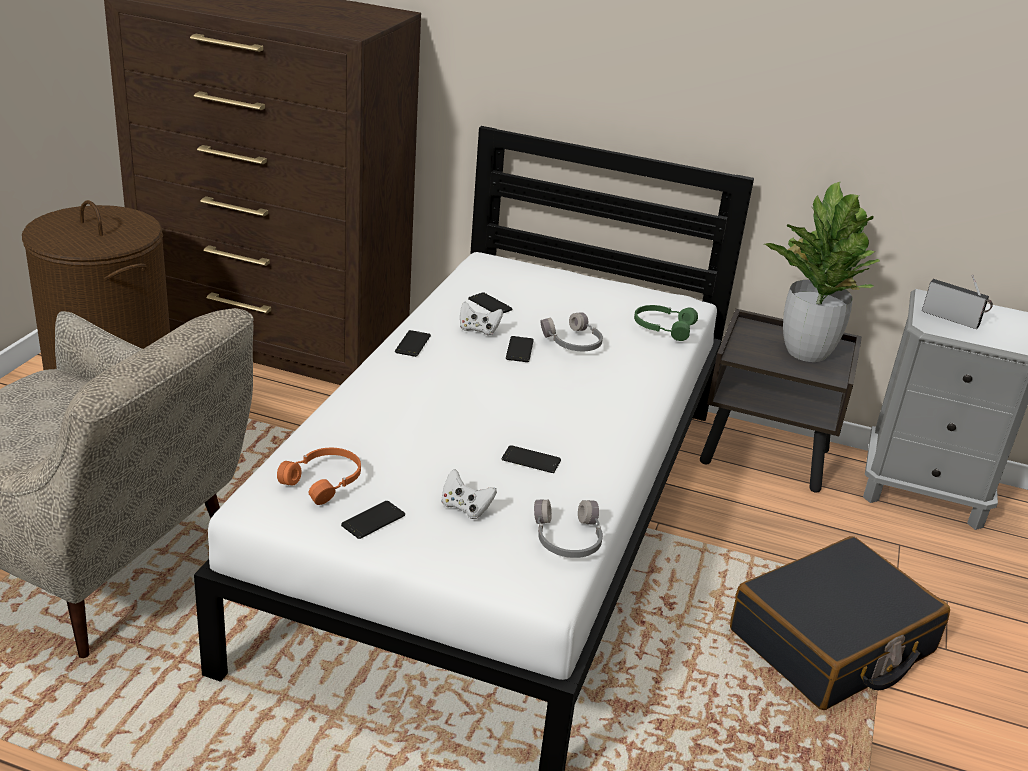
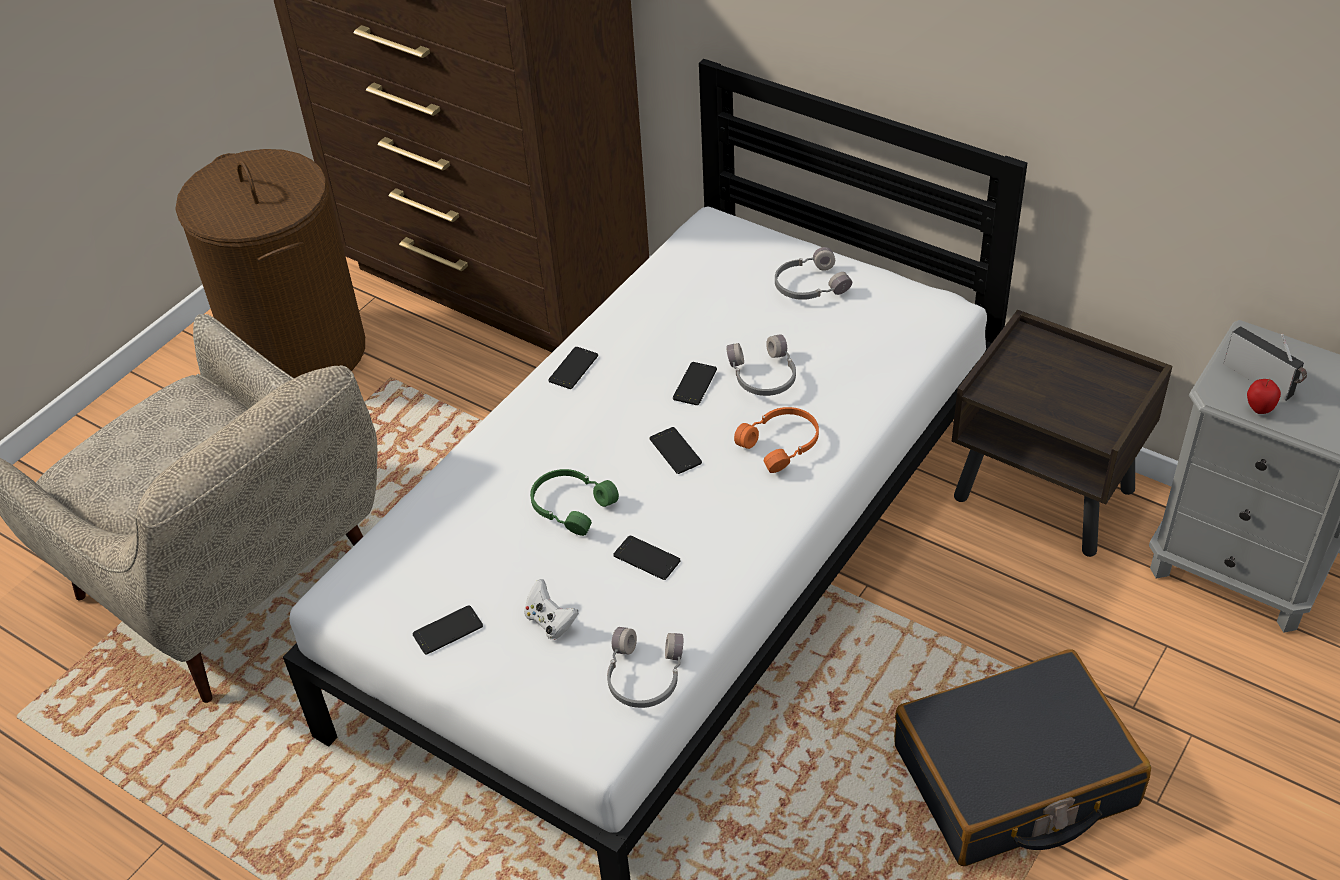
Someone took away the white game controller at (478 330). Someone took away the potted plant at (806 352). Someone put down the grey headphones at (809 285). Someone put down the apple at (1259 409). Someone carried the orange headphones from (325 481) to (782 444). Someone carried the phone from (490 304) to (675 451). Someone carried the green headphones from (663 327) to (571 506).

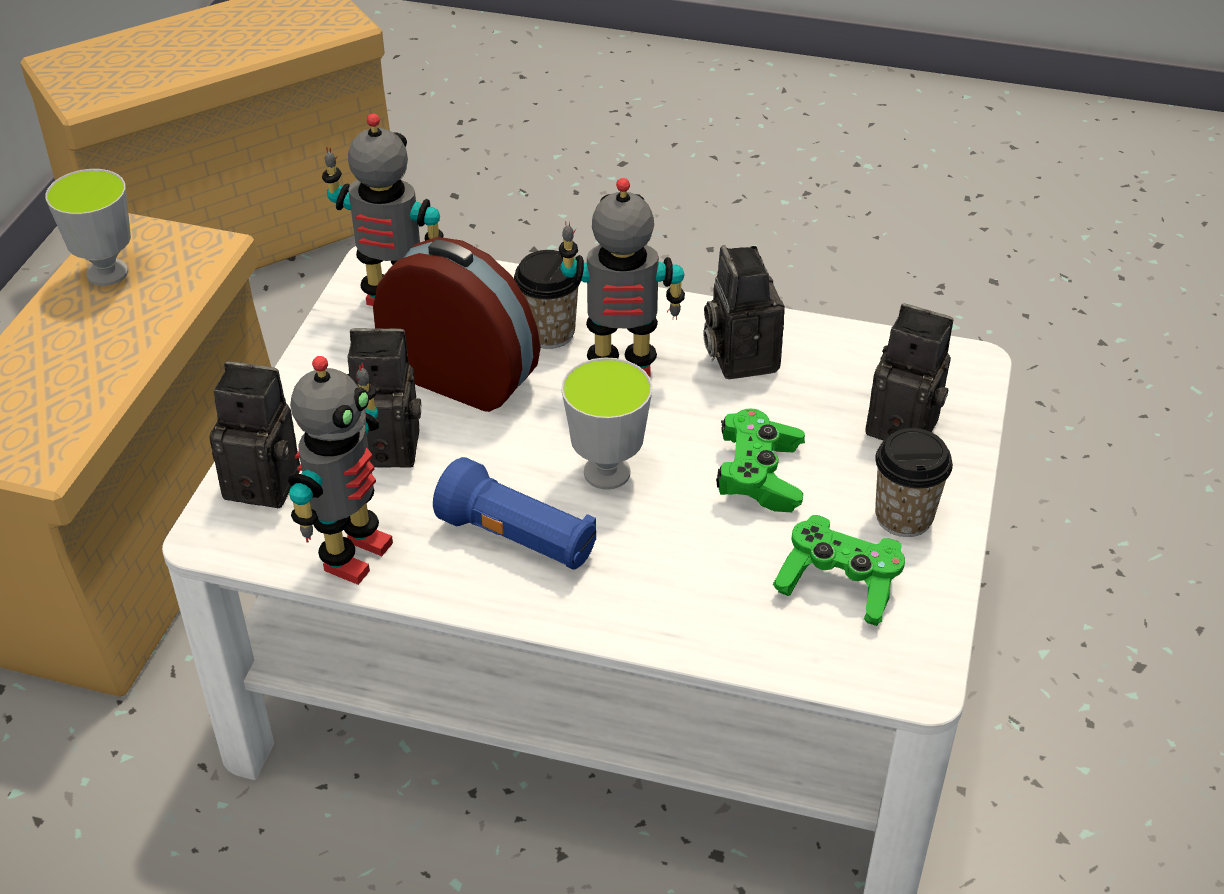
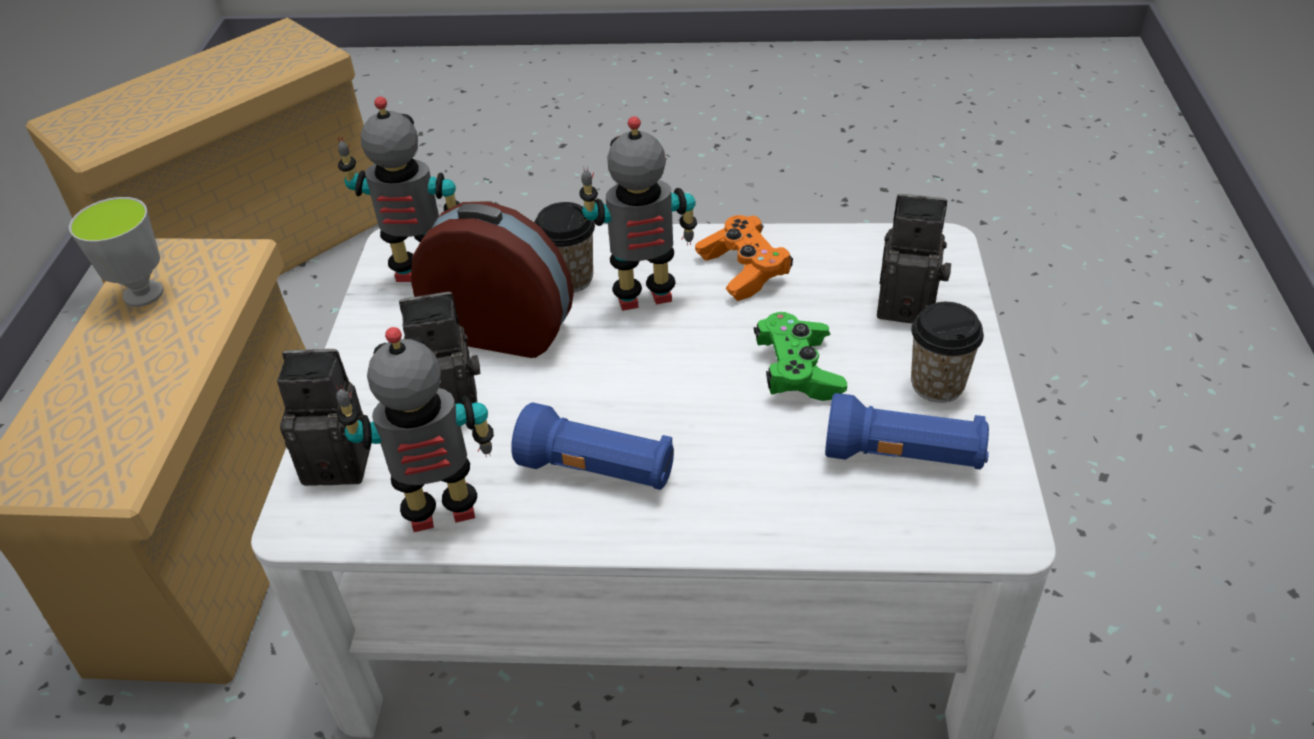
Someone took away the cup at (607 473). Someone swapped the photo camera at (738 356) for the orange game controller at (743 270). Someone swapped the green game controller at (839 585) for the blue flashlight at (903 457). Someone rotated the toy robot at (353 554) by 120 degrees counterclockwise.

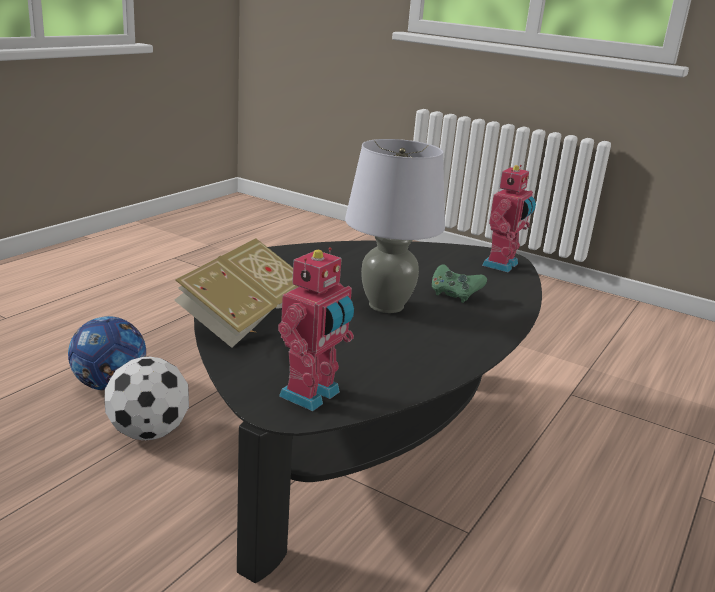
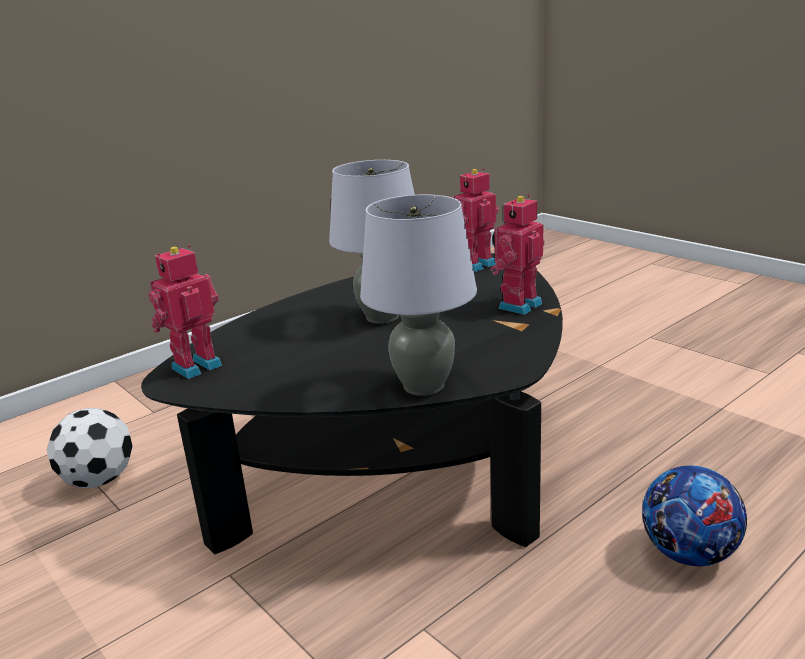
Someone took away the green game controller at (454 295). Someone put down the grey table lamp at (424 386). Someone carried the football from (149 432) to (98 479). Someone swapped the book at (243 319) for the toy robot at (517 305).

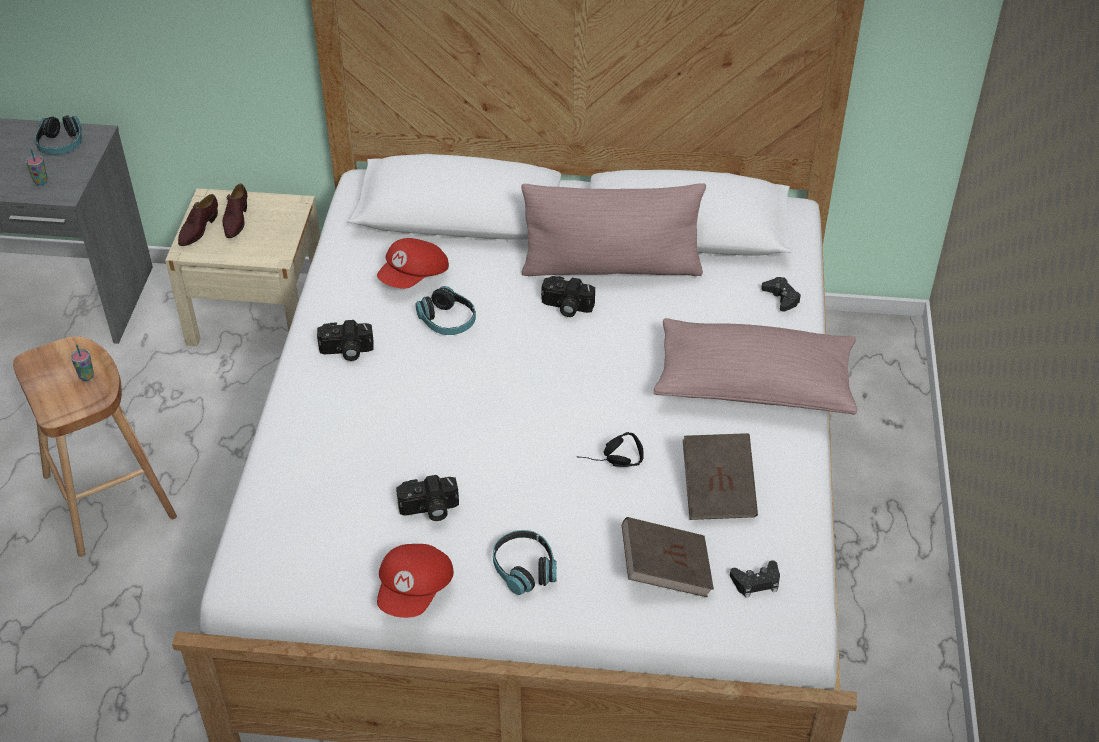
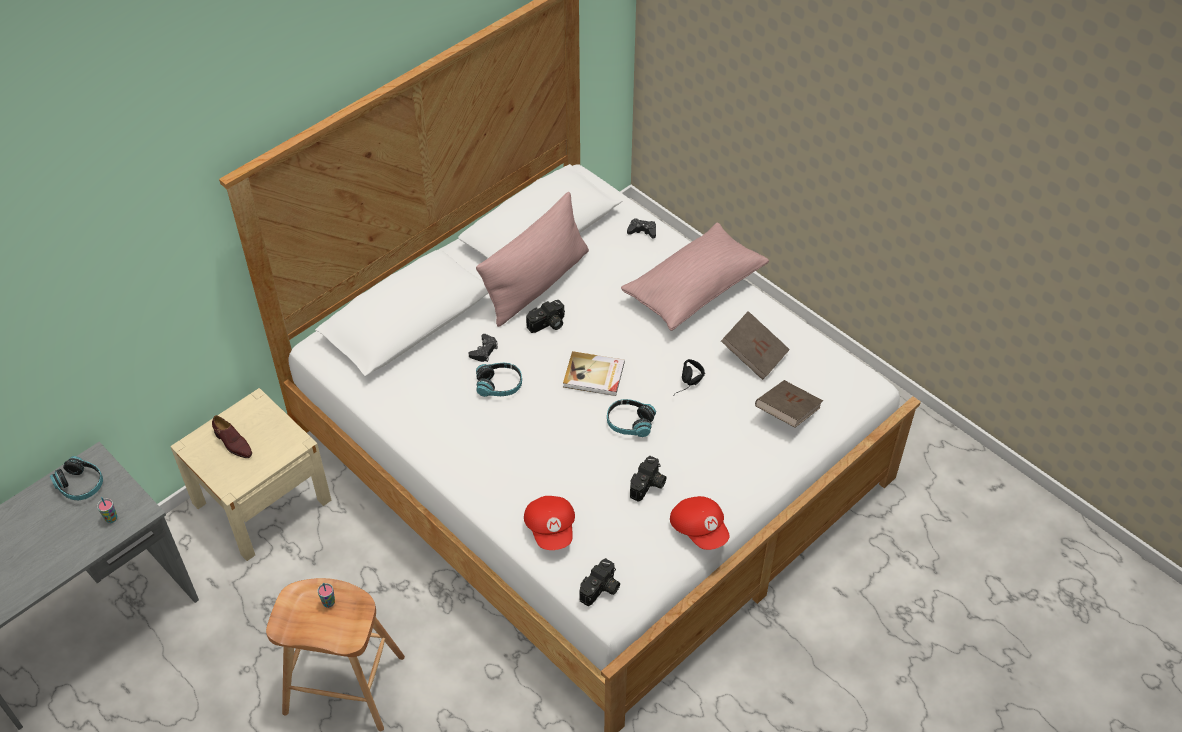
Someone took away the brown shoe at (198 229). Someone put down the book at (594 376). Someone carried the photo camera from (346 351) to (601 590). Someone carried the red cap from (414 277) to (551 529). Someone carried the headphones from (524 568) to (630 423). Someone carried the black game controller from (756 582) to (484 351).

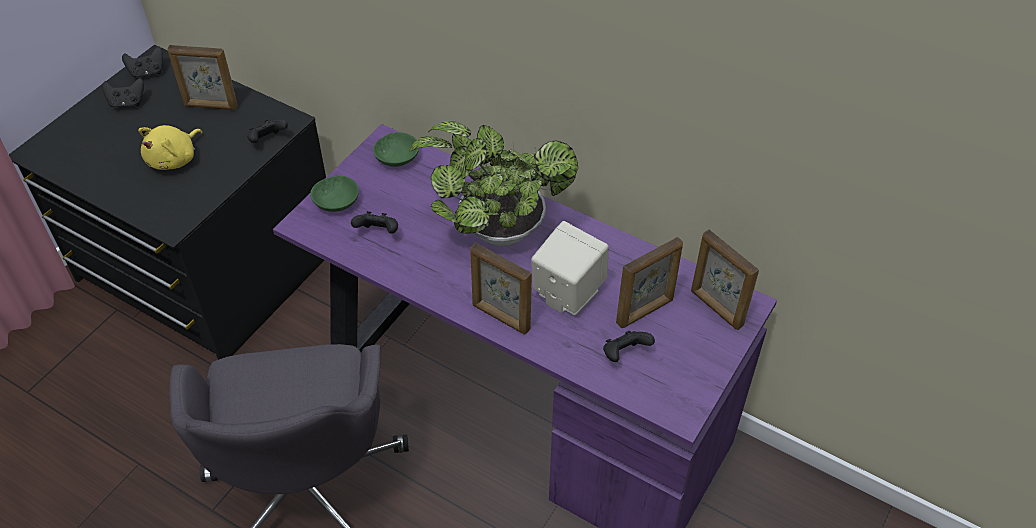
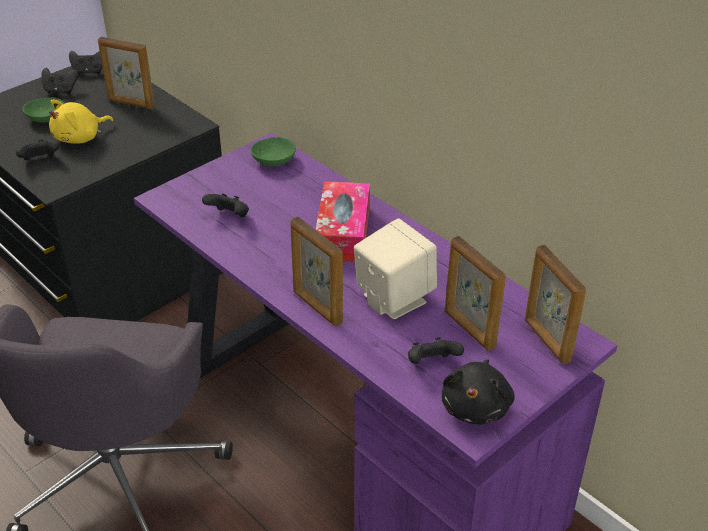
Someone put down the black plush toy at (476 406). Someone carried the black game controller from (268 140) to (40 161). Someone carried the green bowl from (336 203) to (45 118). Someone swapped the potted plant at (495 229) for the tissue box at (343 232). Someone rotated the picture frame at (645 311) by 75 degrees clockwise.

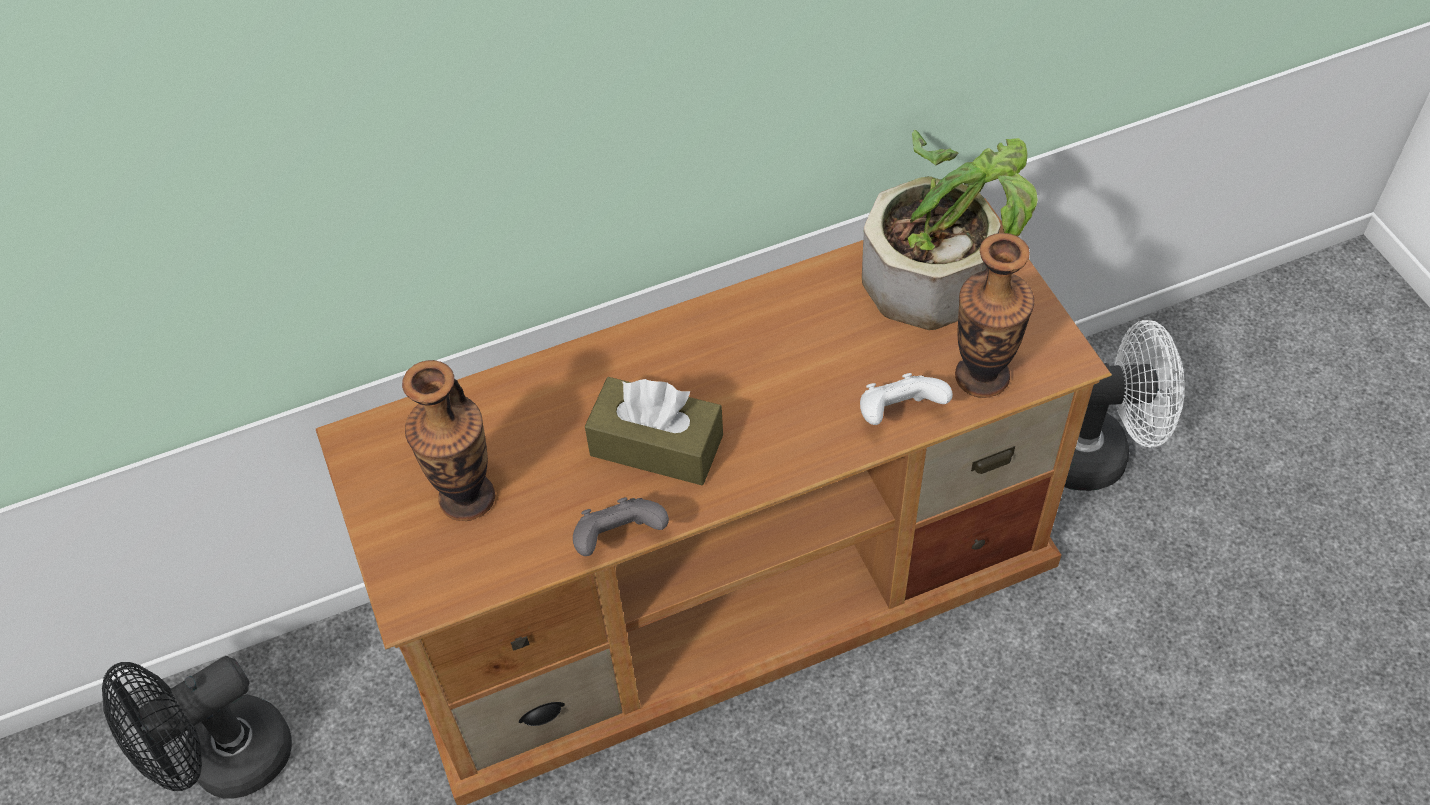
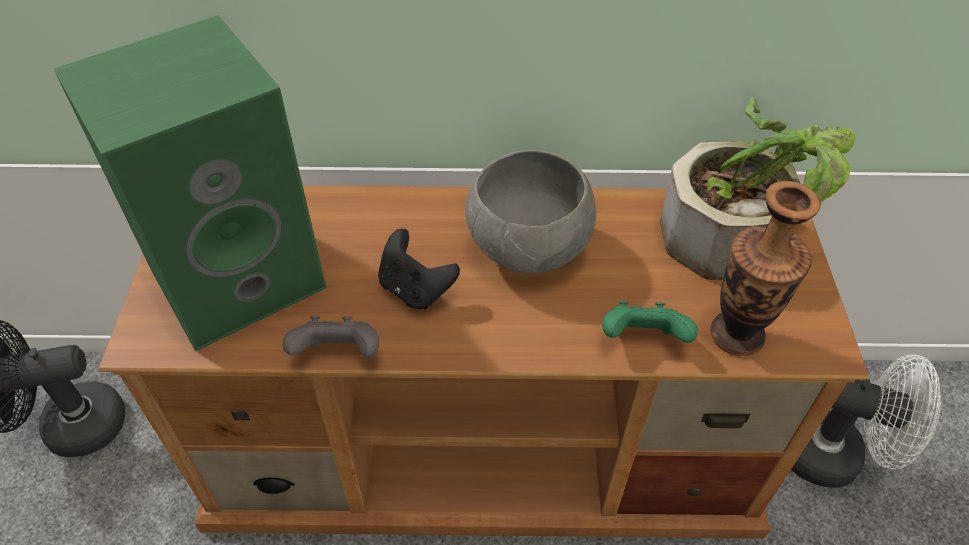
Someone put down the grey bowl at (529 249). Someone swapped the vase at (467 498) for the green speaker at (240 274). Someone swapped the brown tissue box at (656 445) for the black game controller at (415 289). Someone repainted the white game controller at (898 414), which became the green game controller at (642 339).

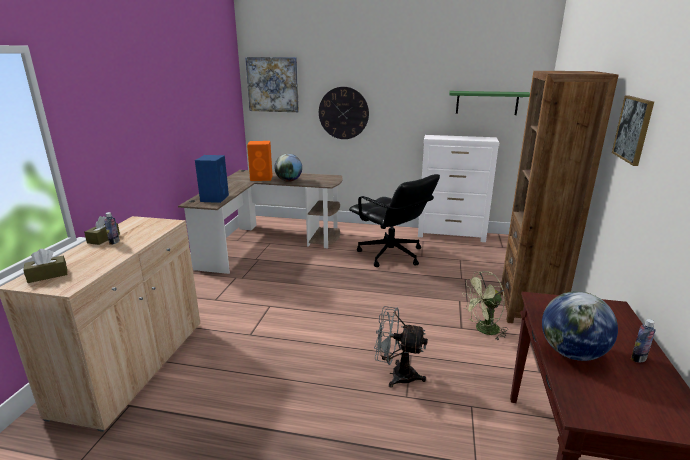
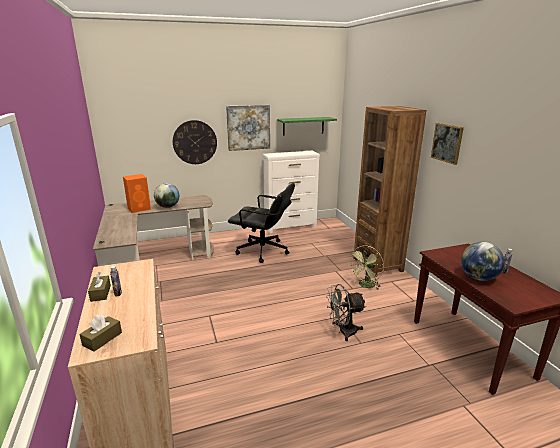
Someone took away the blue speaker at (215 198). Someone carried the picture from (273 84) to (248 127).

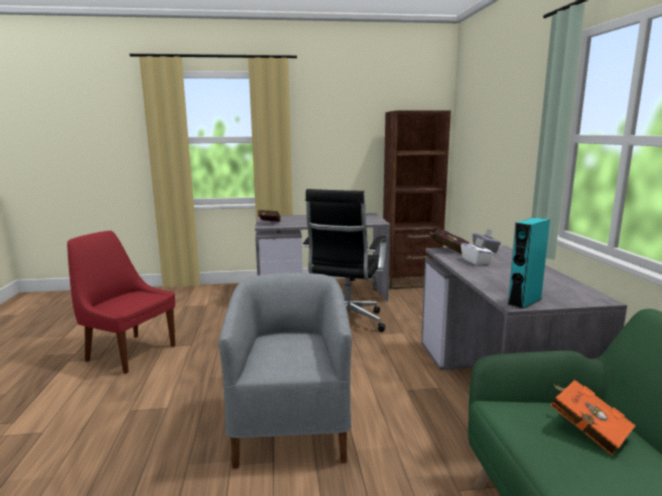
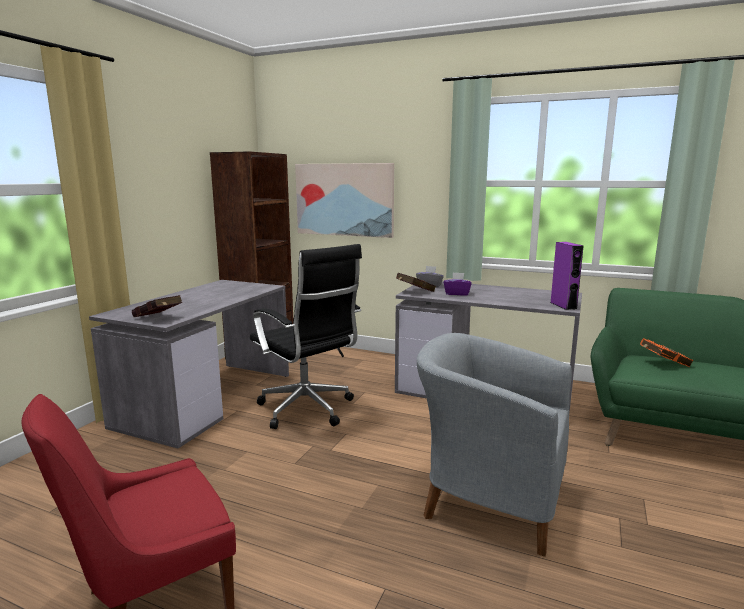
Someone put up the picture at (344 199). Someone repainted the white tissue box at (476 261), which became the purple tissue box at (457 293). Someone repainted the turquoise speaker at (524 302), which became the purple speaker at (563 305).

